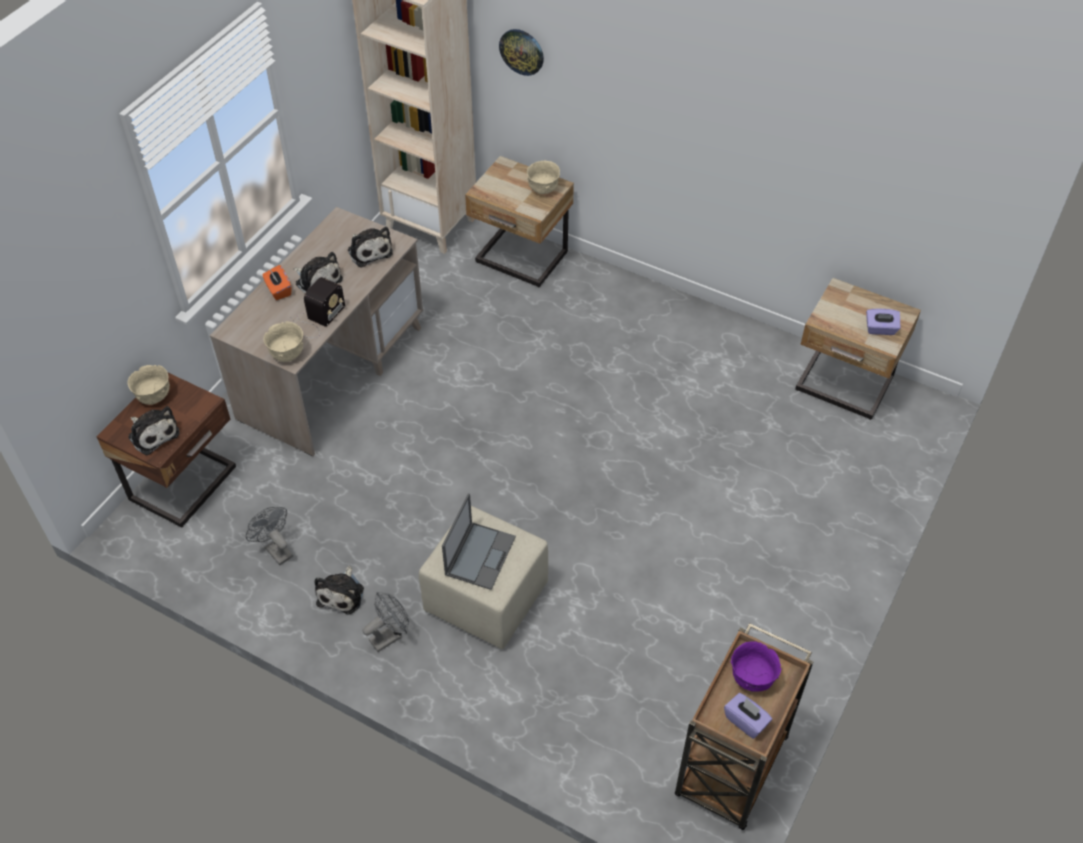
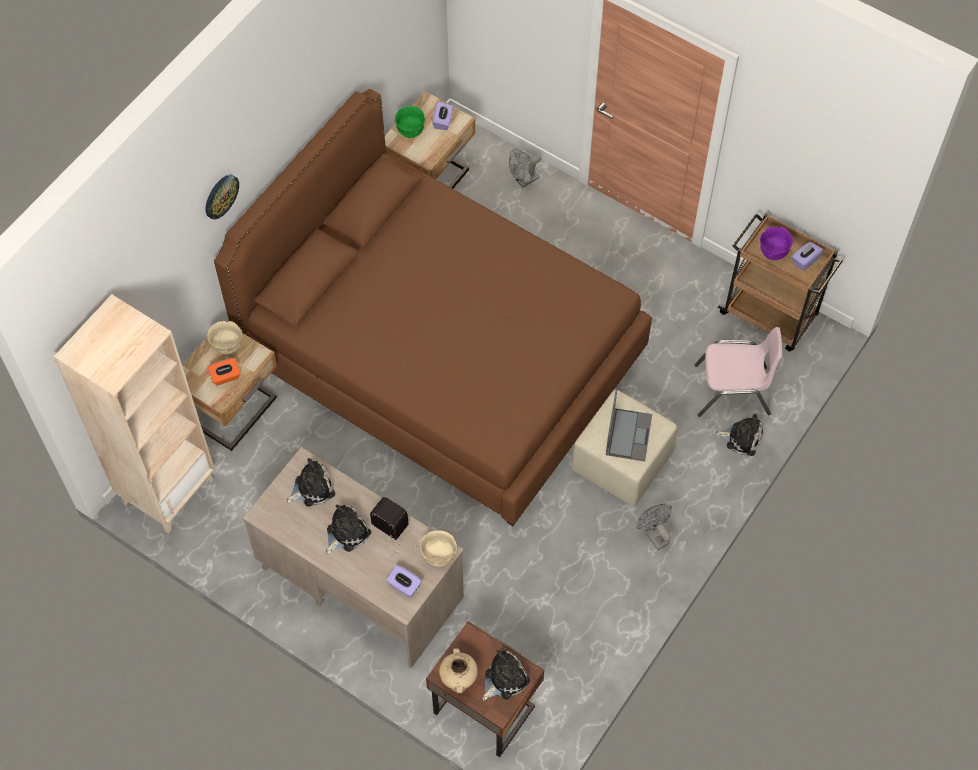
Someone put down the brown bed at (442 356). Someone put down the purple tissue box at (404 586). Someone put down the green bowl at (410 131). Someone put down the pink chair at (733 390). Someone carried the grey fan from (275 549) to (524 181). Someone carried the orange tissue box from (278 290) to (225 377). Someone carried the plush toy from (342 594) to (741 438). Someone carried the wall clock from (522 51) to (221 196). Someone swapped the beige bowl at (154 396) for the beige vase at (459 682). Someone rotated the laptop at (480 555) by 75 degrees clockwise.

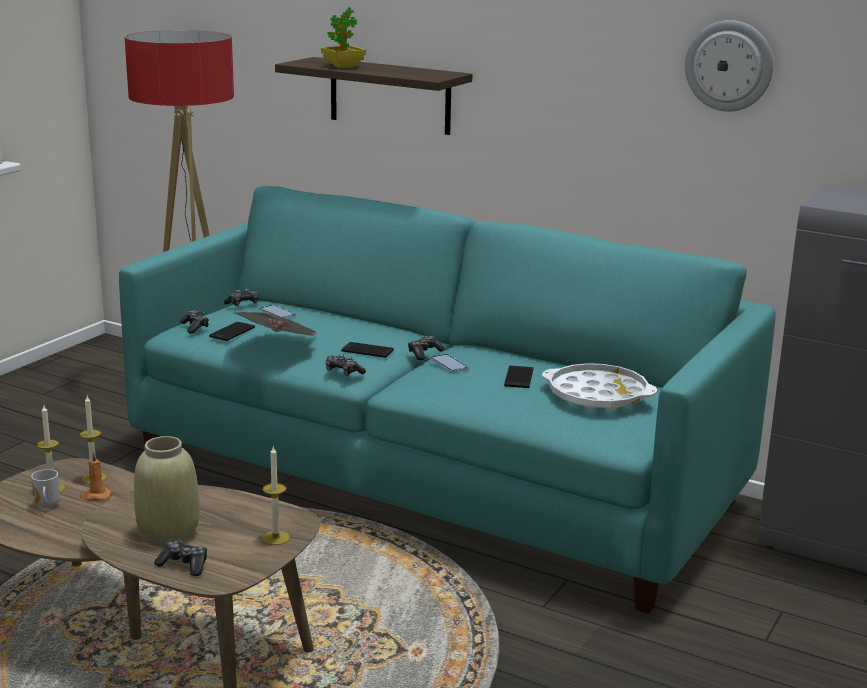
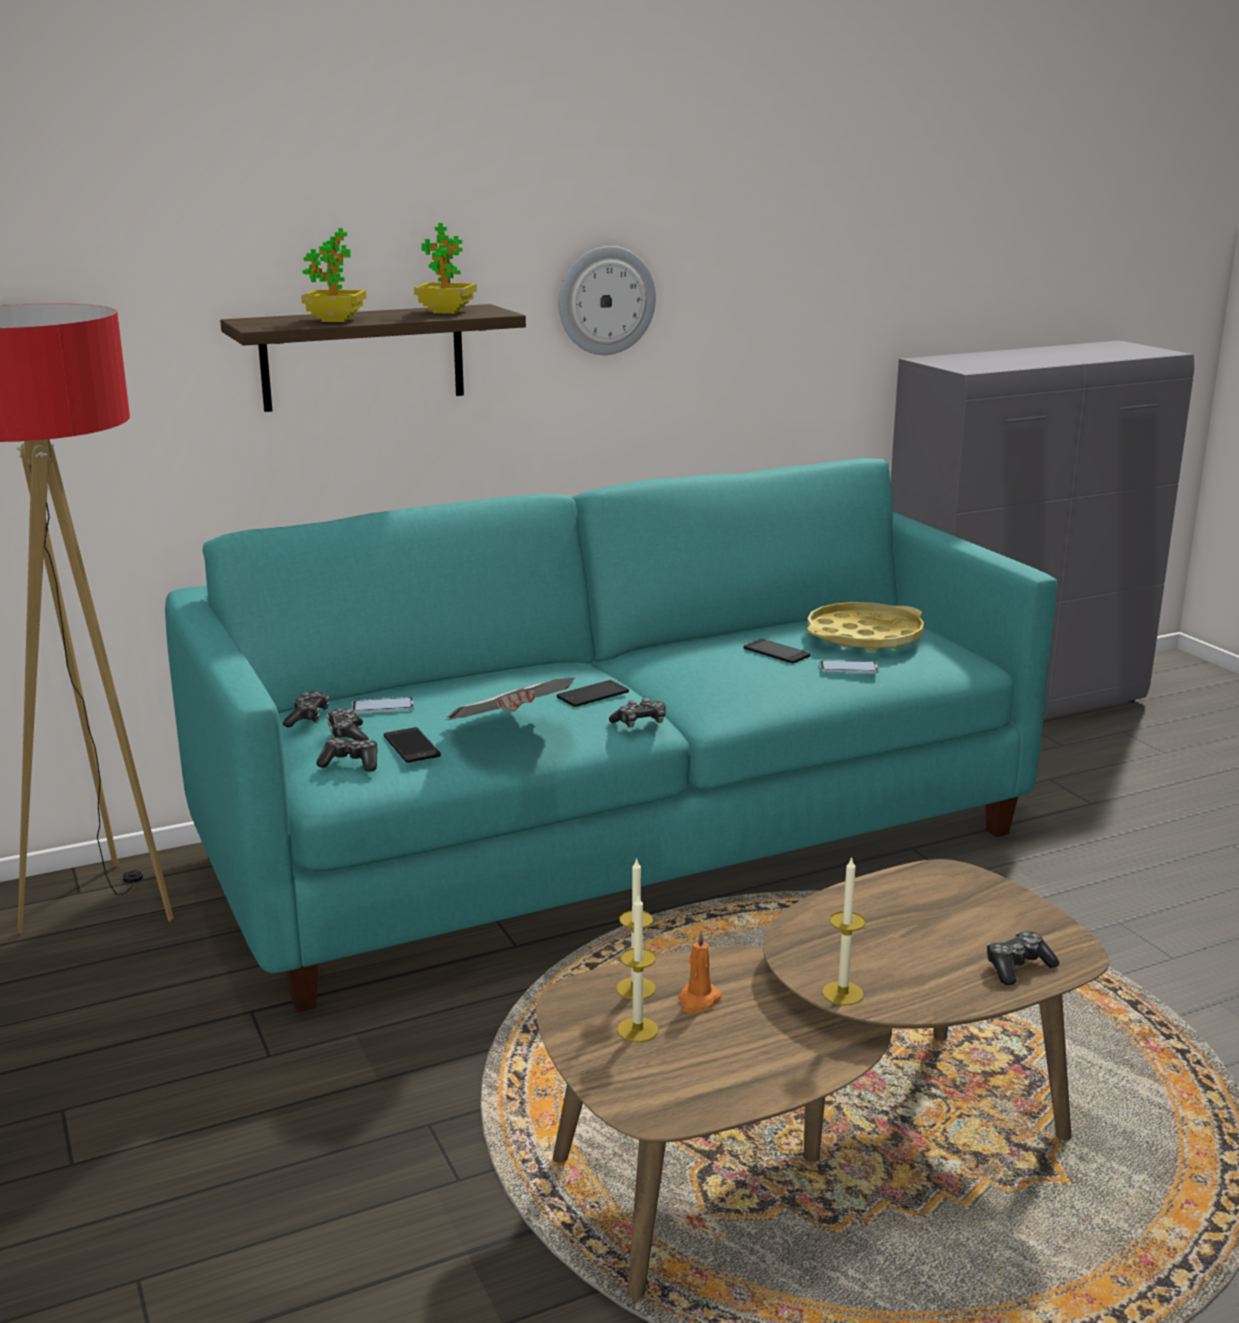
Someone took away the mug at (46 506). Someone took away the beige vase at (169 533). Someone put down the potted plant at (446 312). Someone carried the candle from (276 538) to (842 993). Someone carried the game controller from (424 353) to (347 735). Someone carried the phone from (449 364) to (848 668). Someone carried the wall clock from (729 65) to (606 300). Someone repainted the white tray at (597 395), which became the yellow tray at (864 637).

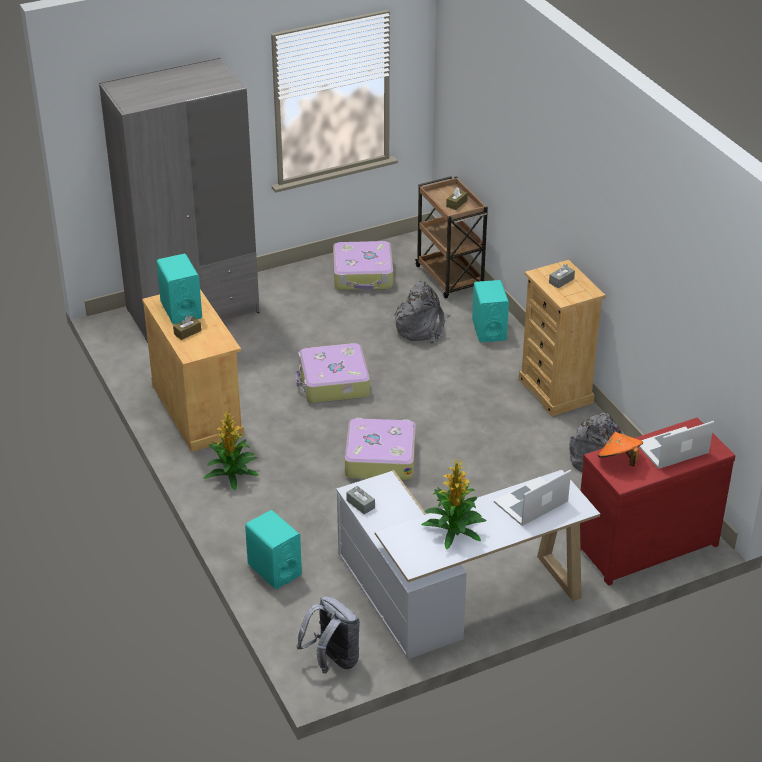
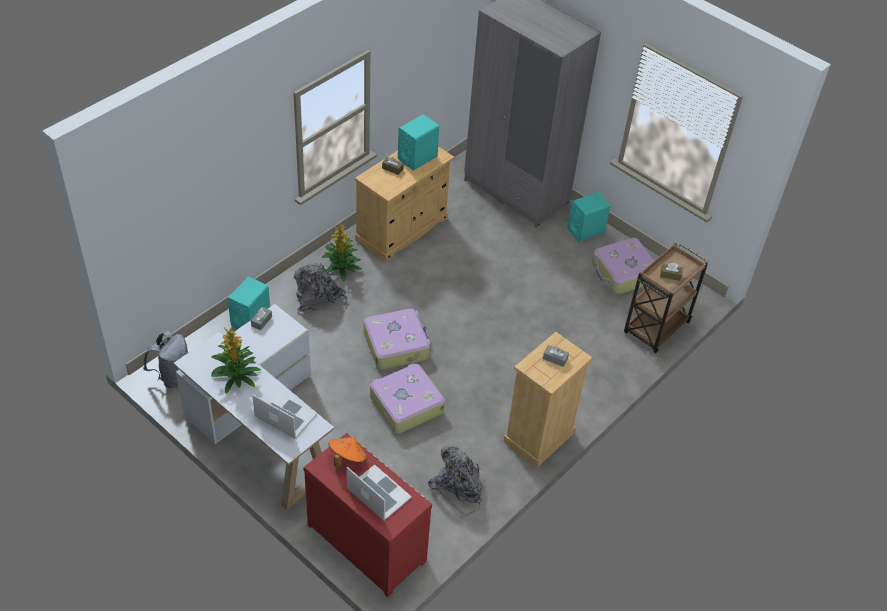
Someone carried the suitcase from (333 383) to (405 404). Someone carried the grey backpack from (422 327) to (319 299). Someone carried the turquoise speaker from (489 330) to (585 230).

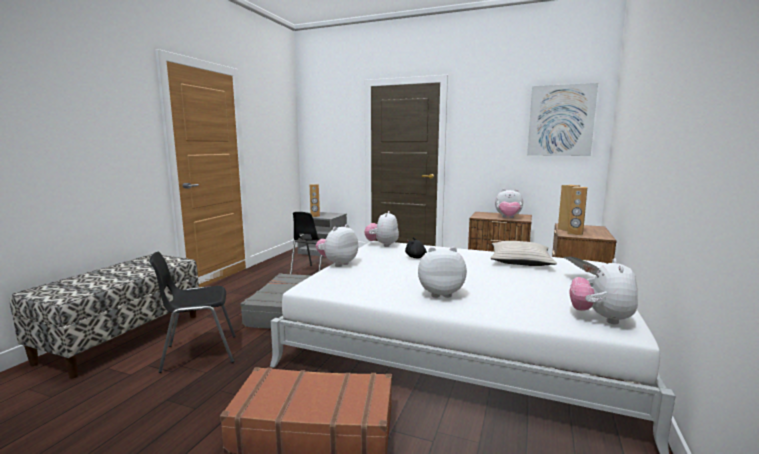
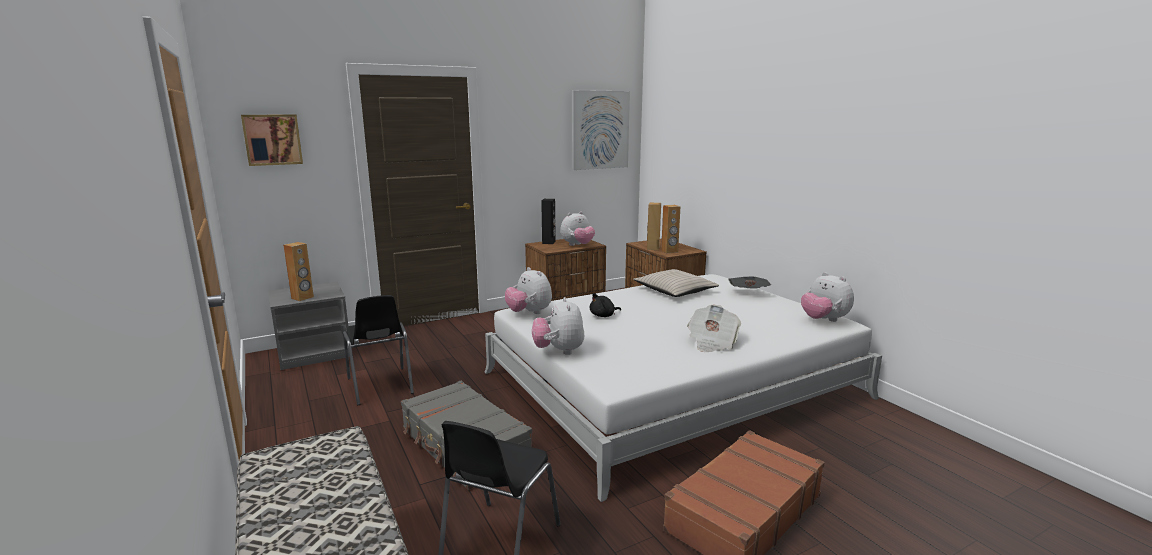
Someone put up the picture at (272 139). Someone put down the black speaker at (549 242). Someone swapped the plush toy at (440 293) for the newspaper at (712 342).

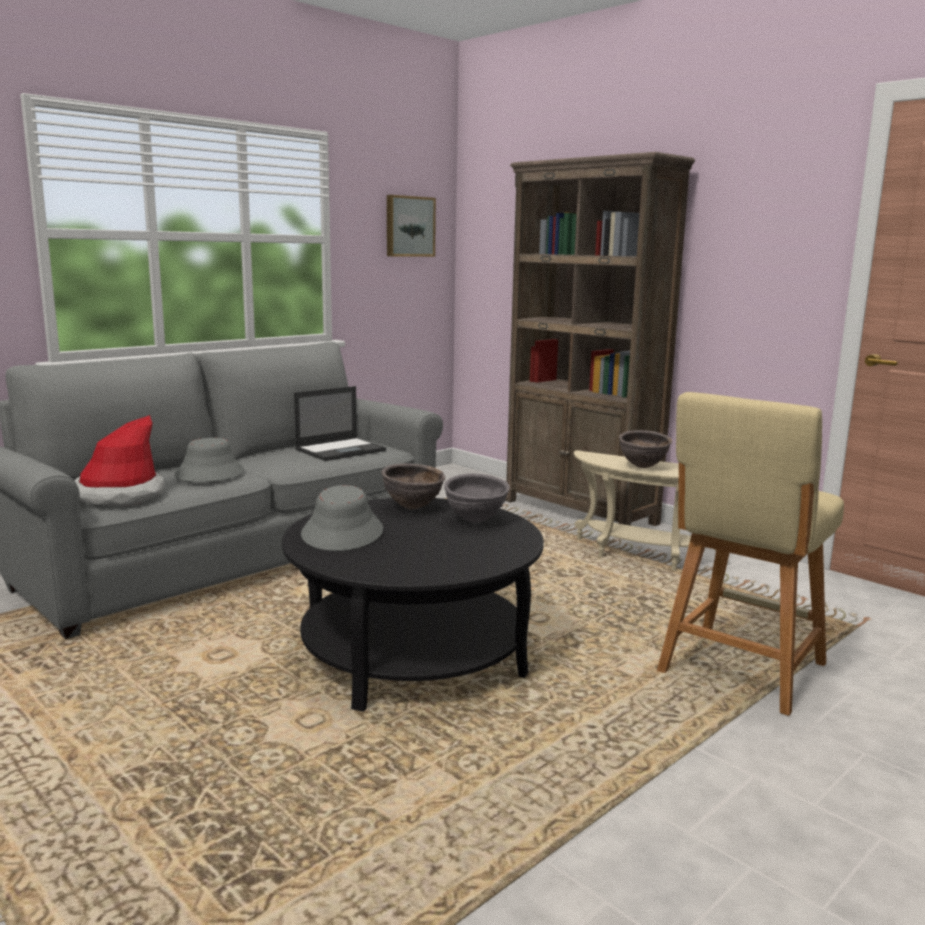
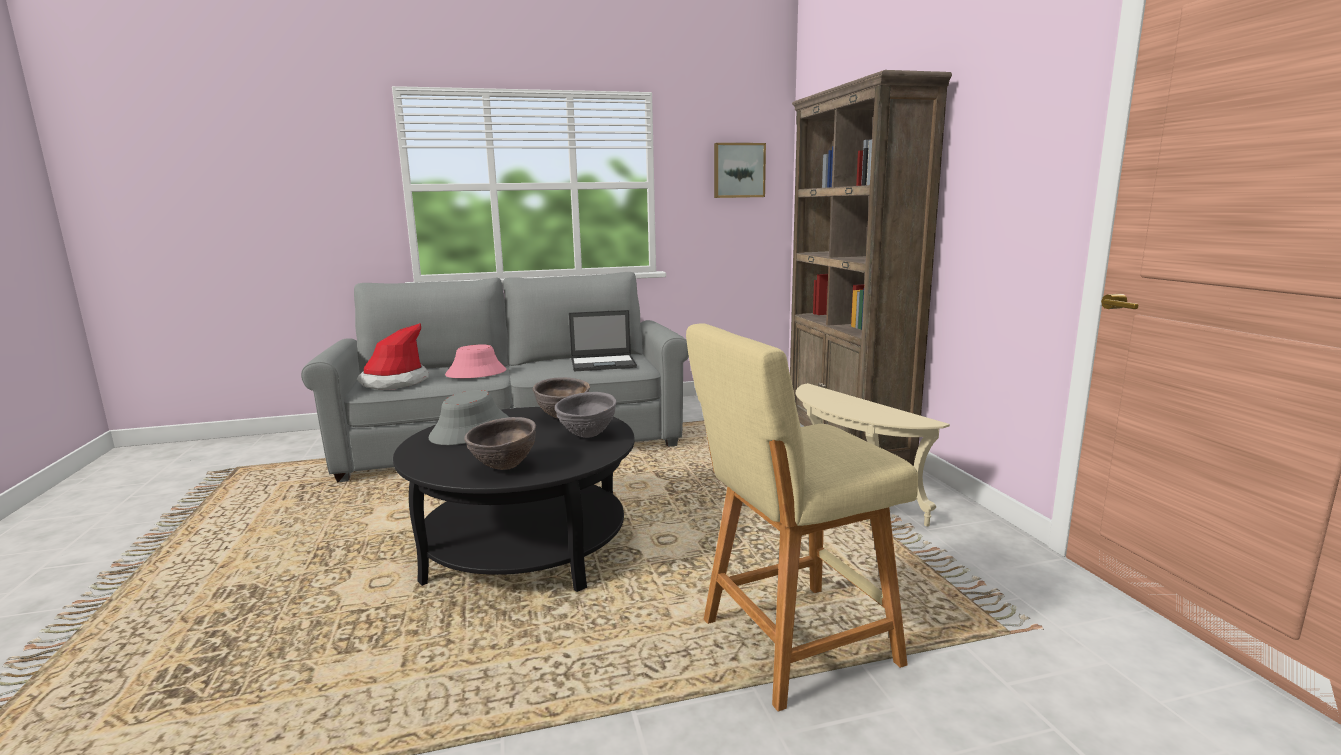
Someone carried the brown bowl from (642 467) to (504 467). Someone repainted the grey hat at (209 474), which became the pink hat at (476 373).

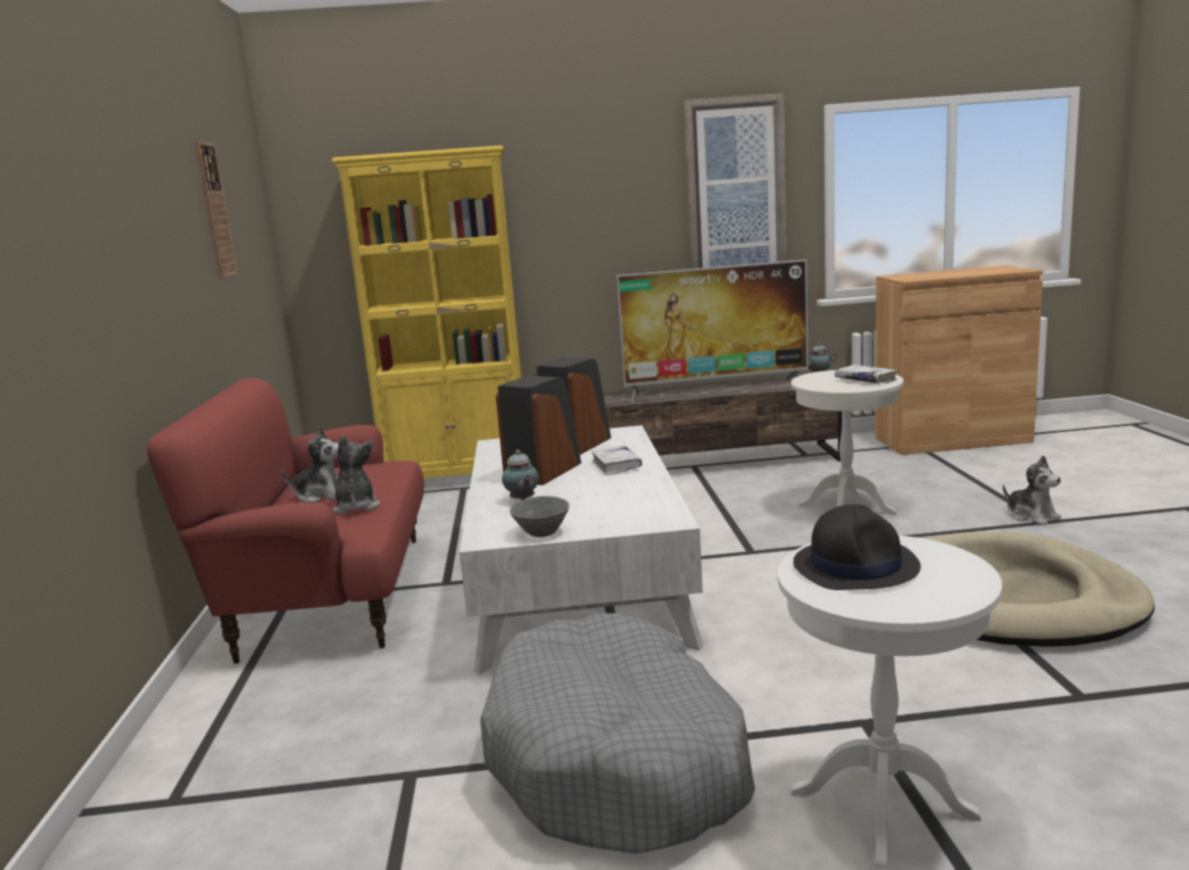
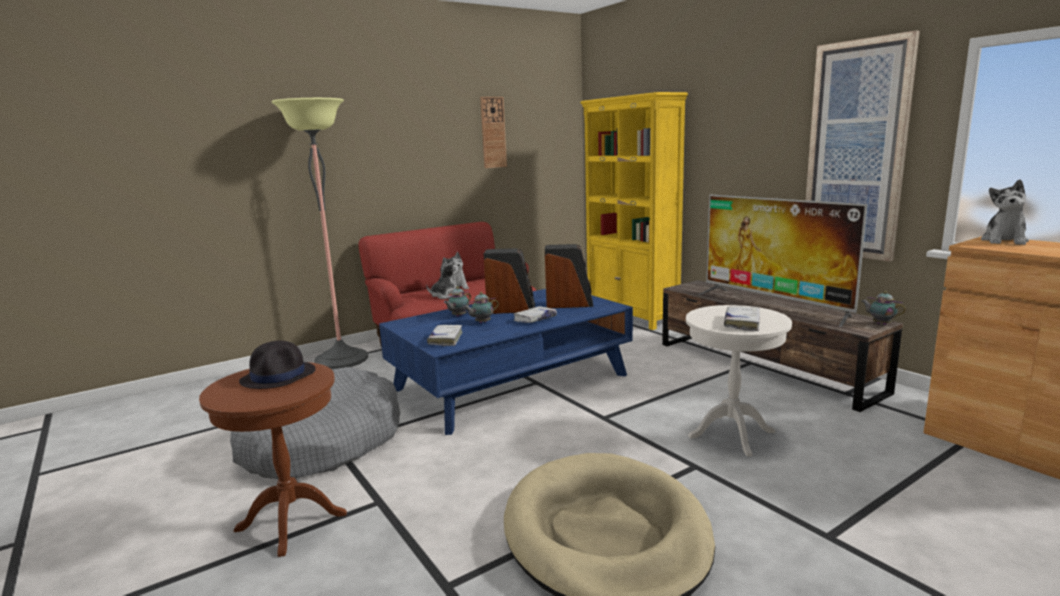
Someone took away the grey bowl at (540 533). Someone put down the floor lamp at (341 360). Someone put down the white book at (445 339). Someone put down the teapot at (481 322). Someone carried the plush toy from (1031 516) to (1004 241). Someone repainted the white coffee table at (577 581), which became the blue coffee table at (512 382). Someone repainted the white side table at (882 805), which became the brown side table at (291 522).

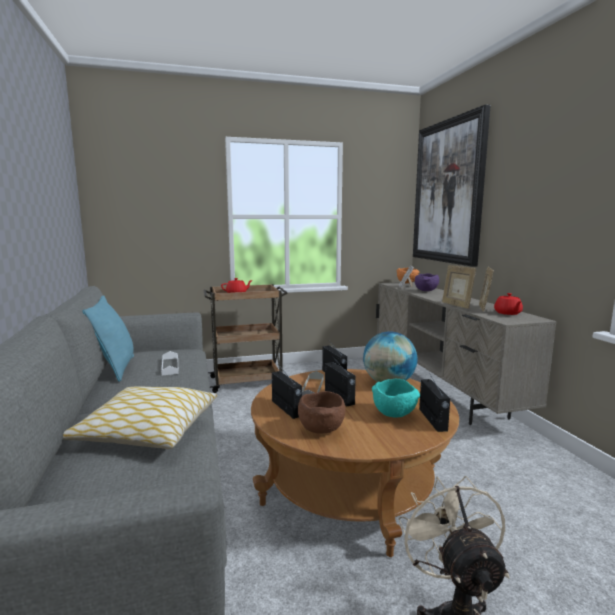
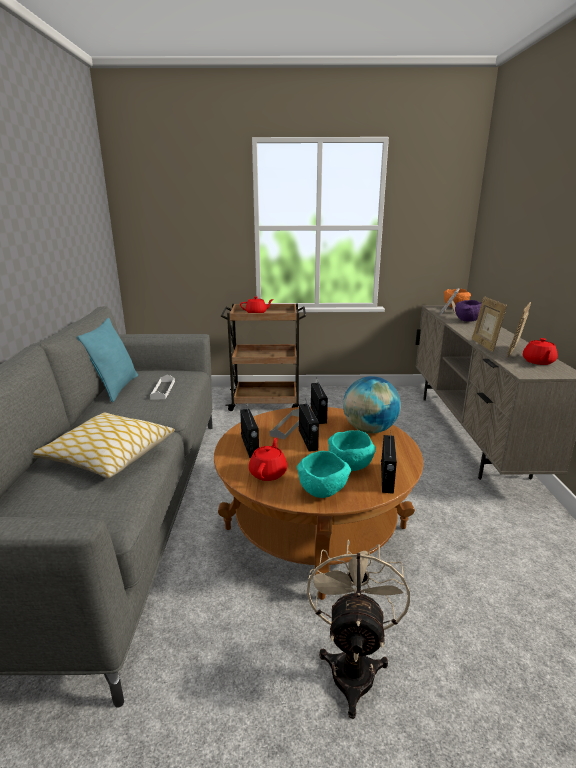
Someone took away the picture at (448 192). Someone put down the turquoise bowl at (323 491). Someone swapped the brown bowl at (321 429) for the red teapot at (268 473).

